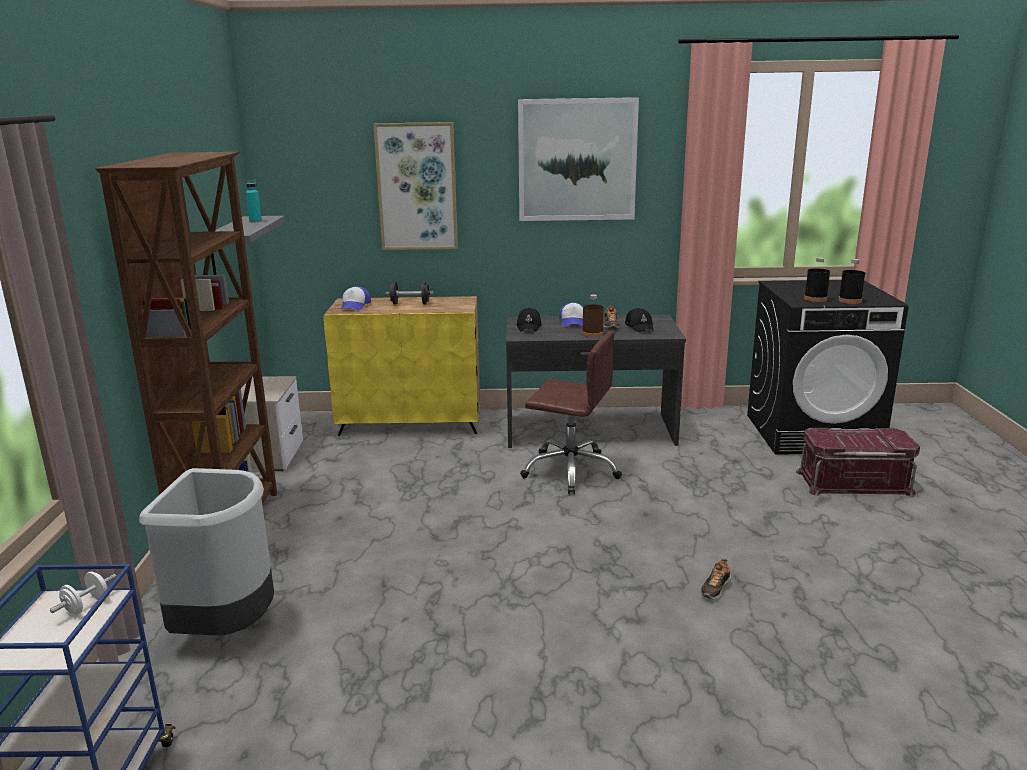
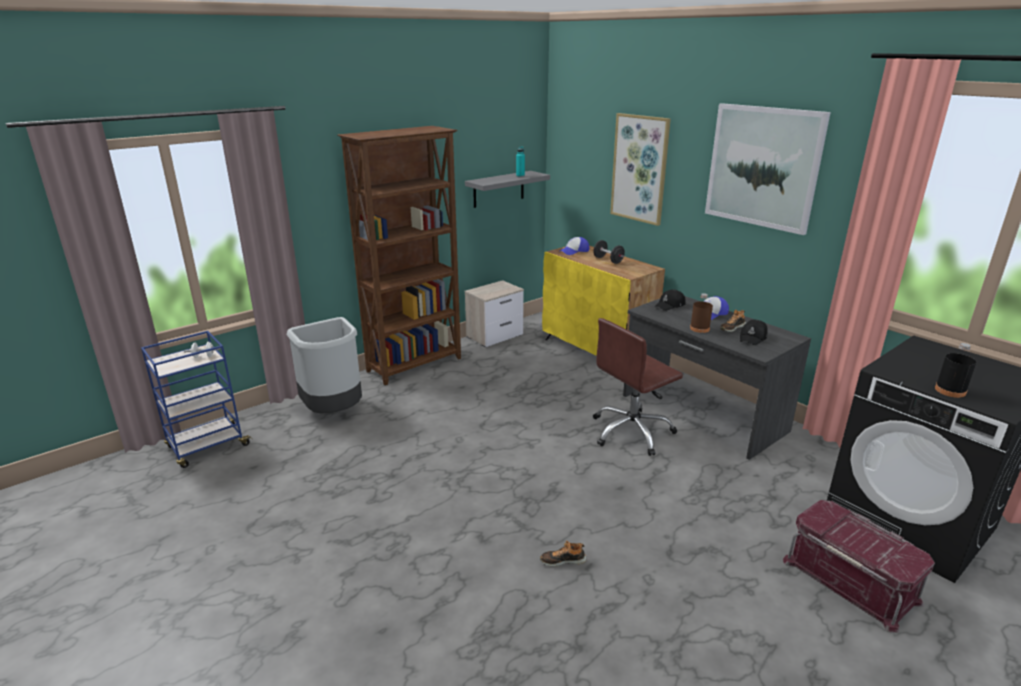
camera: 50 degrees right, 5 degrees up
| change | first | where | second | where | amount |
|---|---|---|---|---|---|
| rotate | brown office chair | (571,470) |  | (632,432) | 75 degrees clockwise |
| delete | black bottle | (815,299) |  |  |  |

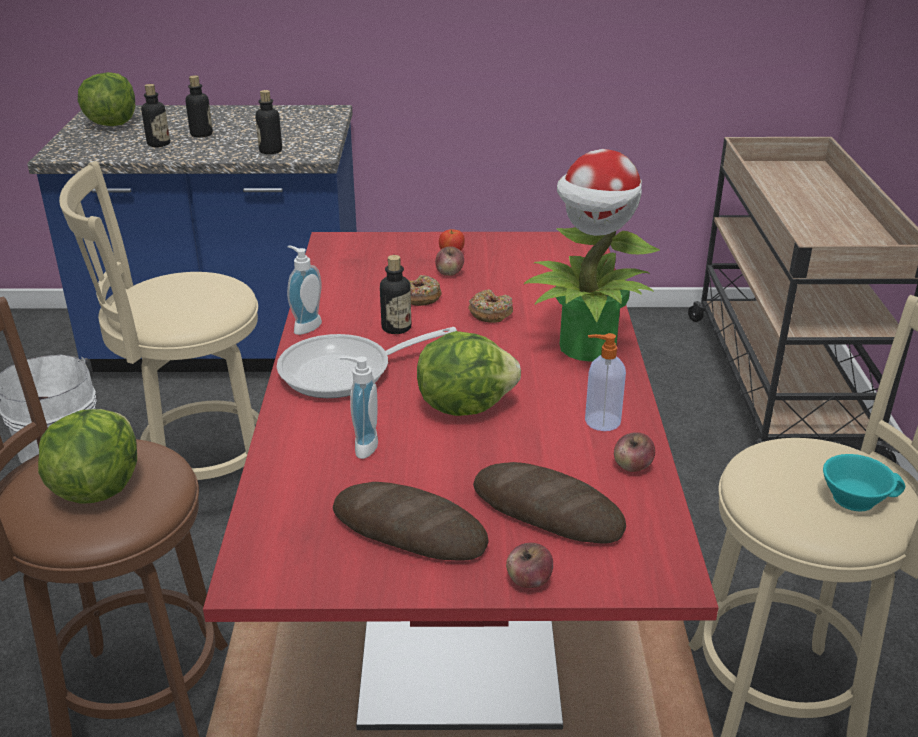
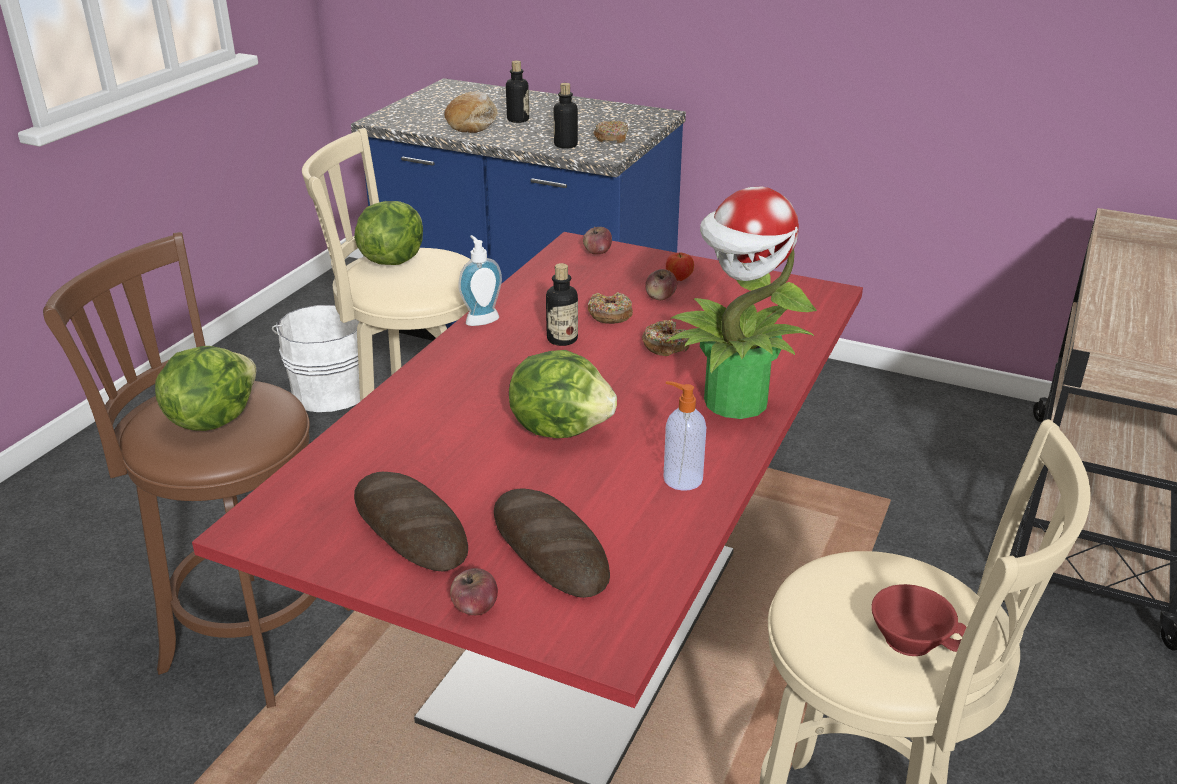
camera: 25 degrees right, 0 degrees up
| change | first | where | second | where | amount |
|---|---|---|---|---|---|
| move | lettuce | (111,124) |  | (392,259) |  |
| replace | bottle | (158,144) | bread | (472,123) |  |
| move | apple | (632,466) |  | (597,252) |  |
| insert |  |  | donut | (611,138) |  |
| recolor | turquoise cup | (855,496) | red cup | (912,637) |  |
| delete | frying pan | (346,372) |  |  |  |
| delete | soap dispenser | (361,446) |  |  |  |

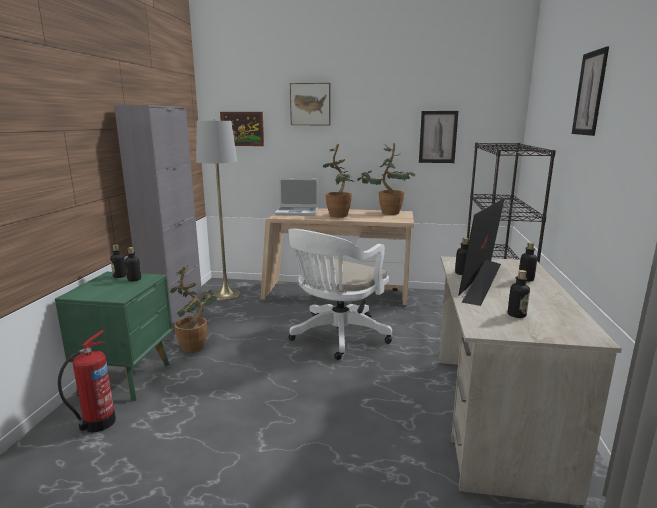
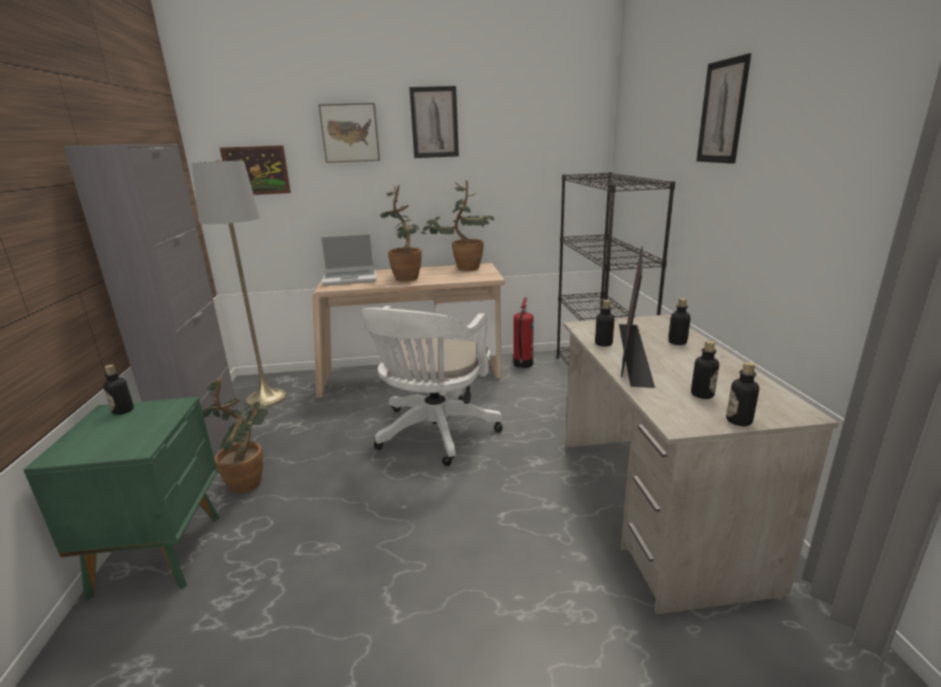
camera: 15 degrees left, 5 degrees up
| change | first | where | second | where | amount |
|---|---|---|---|---|---|
| move | picture | (438,137) |  | (434,122) |  |
| move | fire extinguisher | (97,424) |  | (522,364) |  |
| move | bottle | (134,279) |  | (739,421) |  |

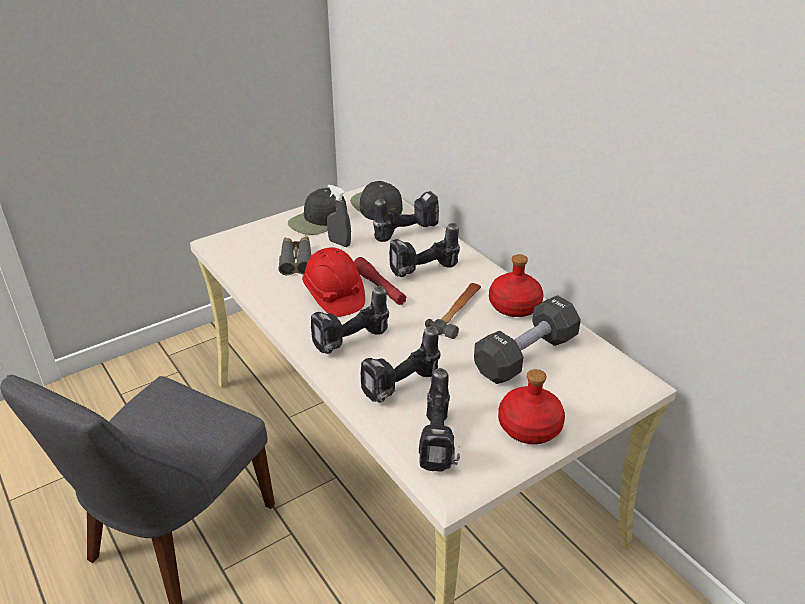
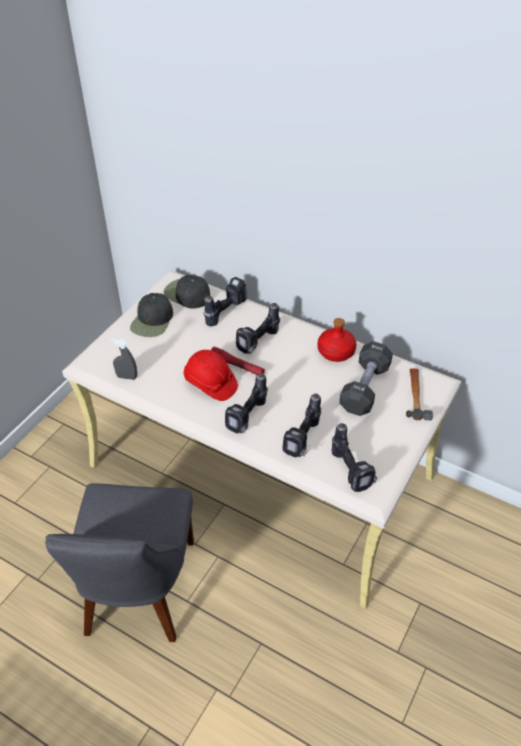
camera: 25 degrees left, 10 degrees up
| change | first | where | second | where | amount |
|---|---|---|---|---|---|
| move | grey spray bottle | (339,243) |  | (127,377) |  |
| move | hammer | (458,312) |  | (416,396) |  |
| delete | grey binoculars | (296,260) |  |  |  |
| delete | red bottle | (529,427) |  |  |  |

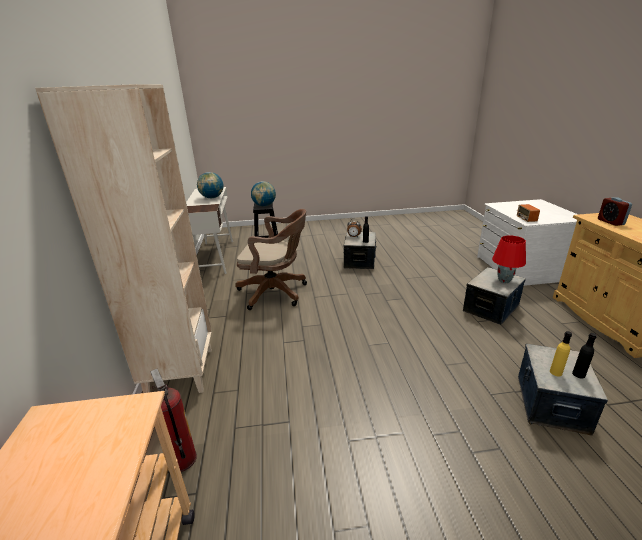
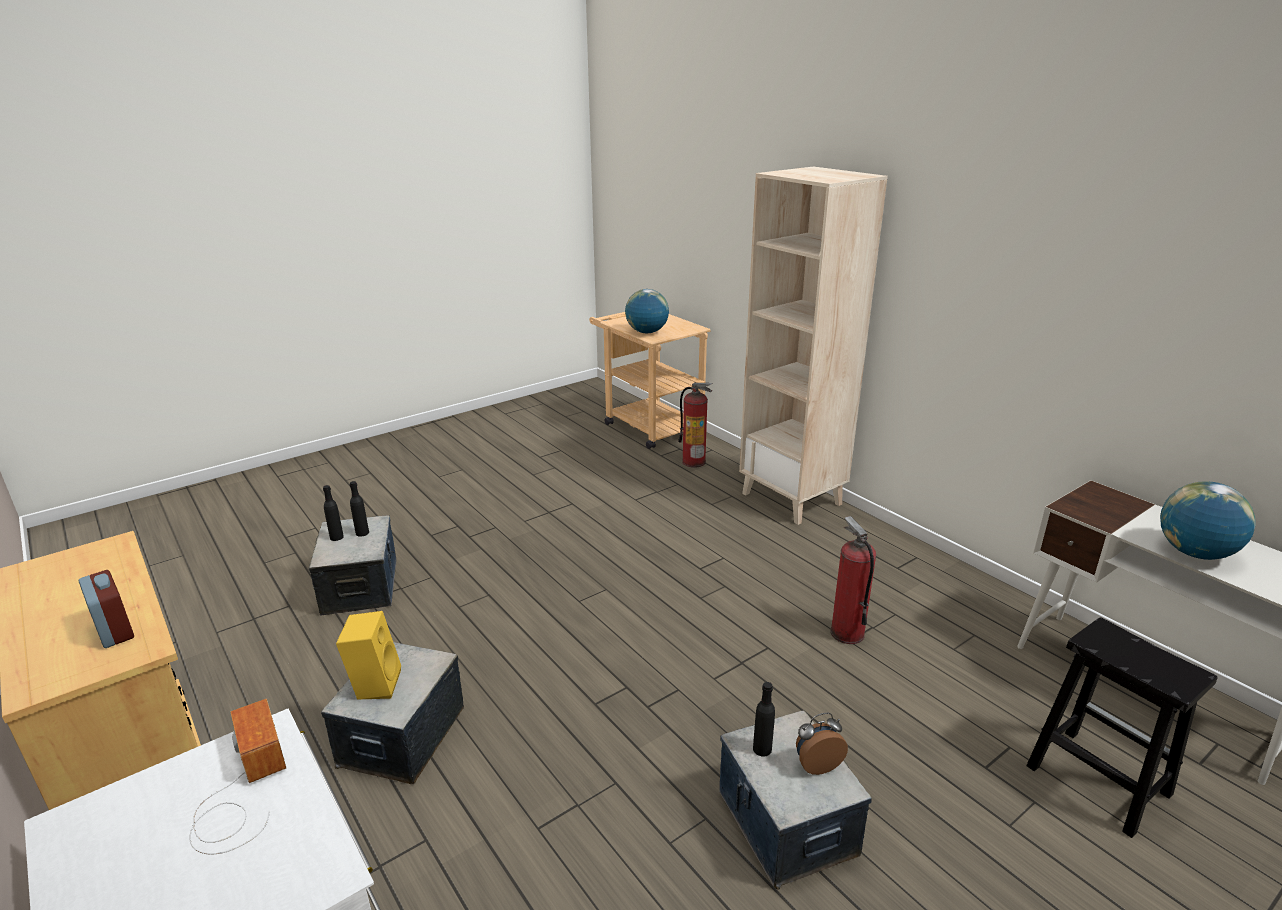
camera: 150 degrees right, 0 degrees up
| change | first | where | second | where | amount |
|---|---|---|---|---|---|
| replace | red table lamp | (504,281) | yellow speaker | (374,684) |  |
| recolor | yellow bottle | (555,372) | black bottle | (362,533) |  |
| move | globe | (264,205) |  | (647,332) |  |
| replace | brown office chair | (276,293) | fire extinguisher | (846,633) |  |

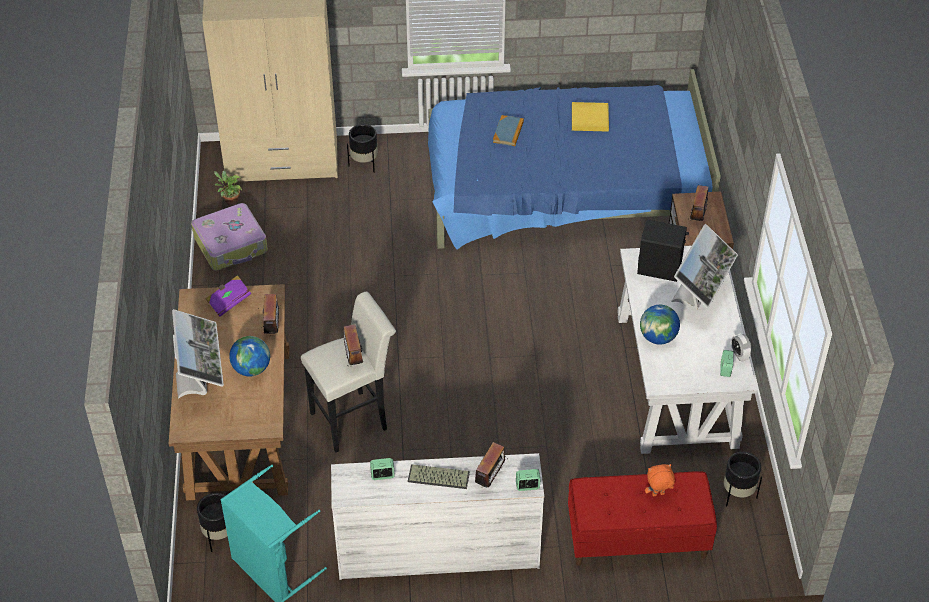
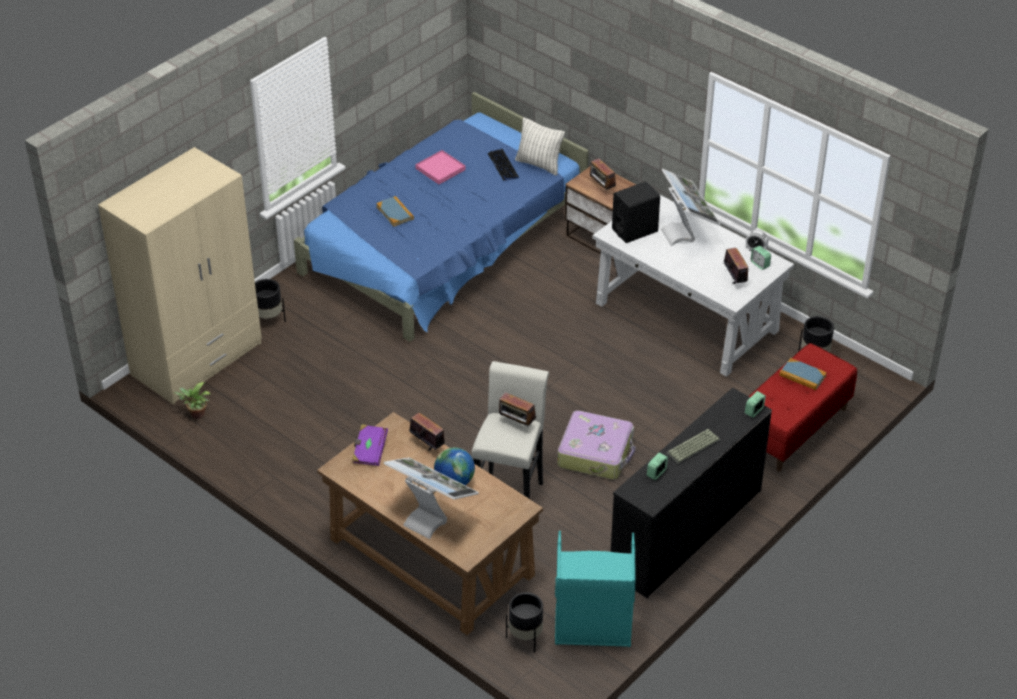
camera: 45 degrees left, 5 degrees down
| change | first | where | second | where | amount |
|---|---|---|---|---|---|
| recolor | yellow tray | (590,119) | pink tray | (440,169) |  |
| insert |  |  | keyboard | (503,165) |  |
| insert |  |  | pillow | (539,164) |  |
| move | suitcase | (231,245) |  | (596,453) |  |
| recolor | white dresser | (437,552) | black dresser | (685,531) |  |
| move | radio | (490,477) |  | (735,279) |  |
| replace | orange plush toy | (658,495) | book | (802,376) |  |
| delete | globe | (658,337) |  |  |  |

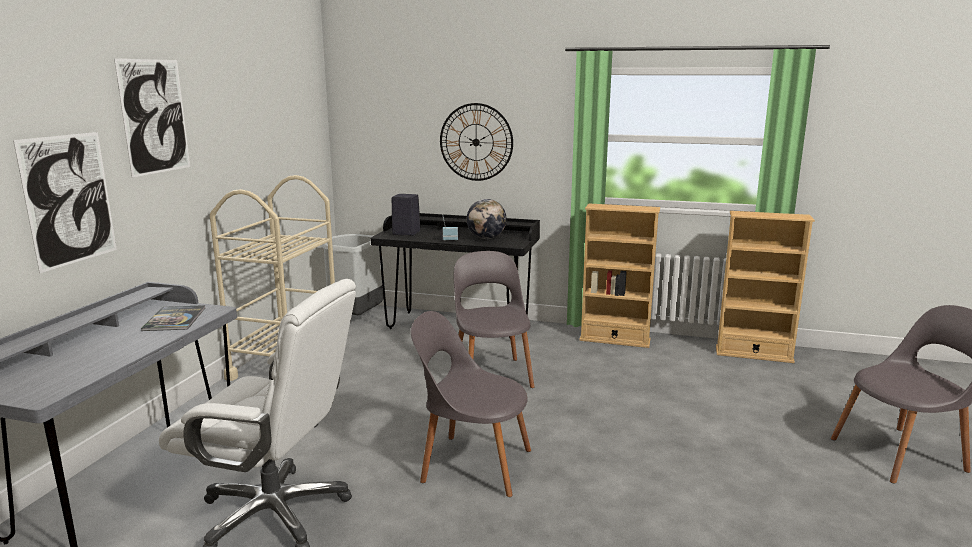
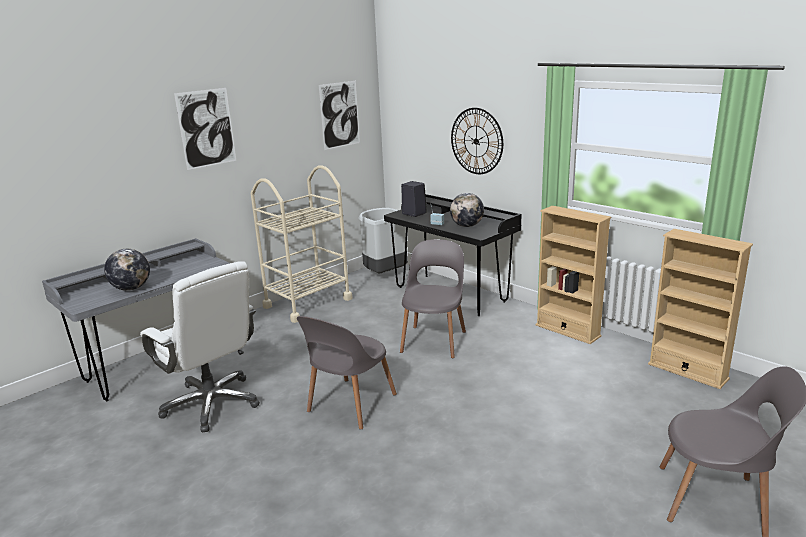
camera: 30 degrees right, 5 degrees up
| change | first | where | second | where | amount |
|---|---|---|---|---|---|
| insert |  |  | globe | (131,288) |  |
| rotate | grey chair | (472,464) |  | (350,405) | 105 degrees counterclockwise |
| move | picture | (69,199) |  | (340,115) |  |
| delete | book | (175,319) |  |  |  |

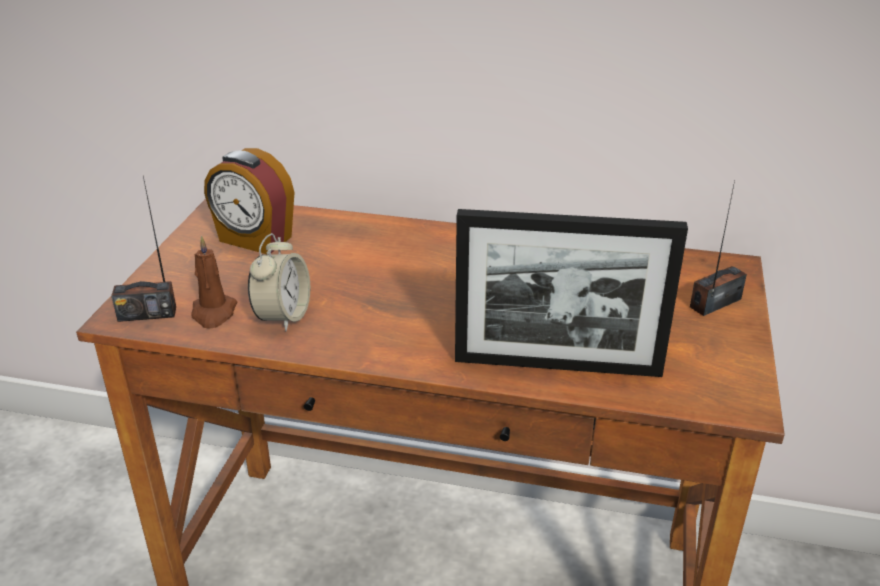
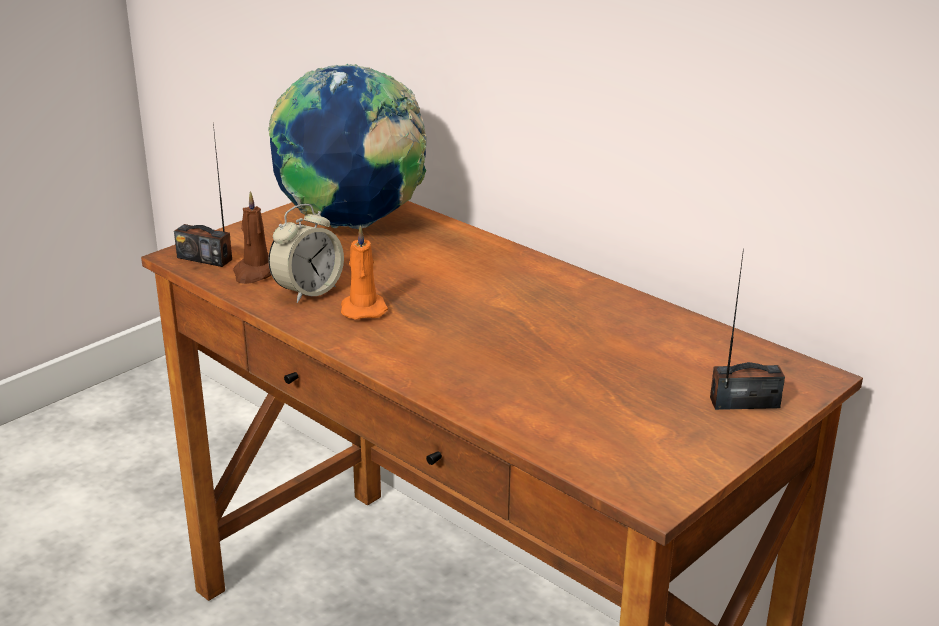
camera: 30 degrees right, 5 degrees down
| change | first | where | second | where | amount |
|---|---|---|---|---|---|
| replace | alarm clock | (254,240) | globe | (352,225) |  |
| insert |  |  | orange candle | (363,308) |  |
| delete | picture frame | (557,365) |  |  |  |

